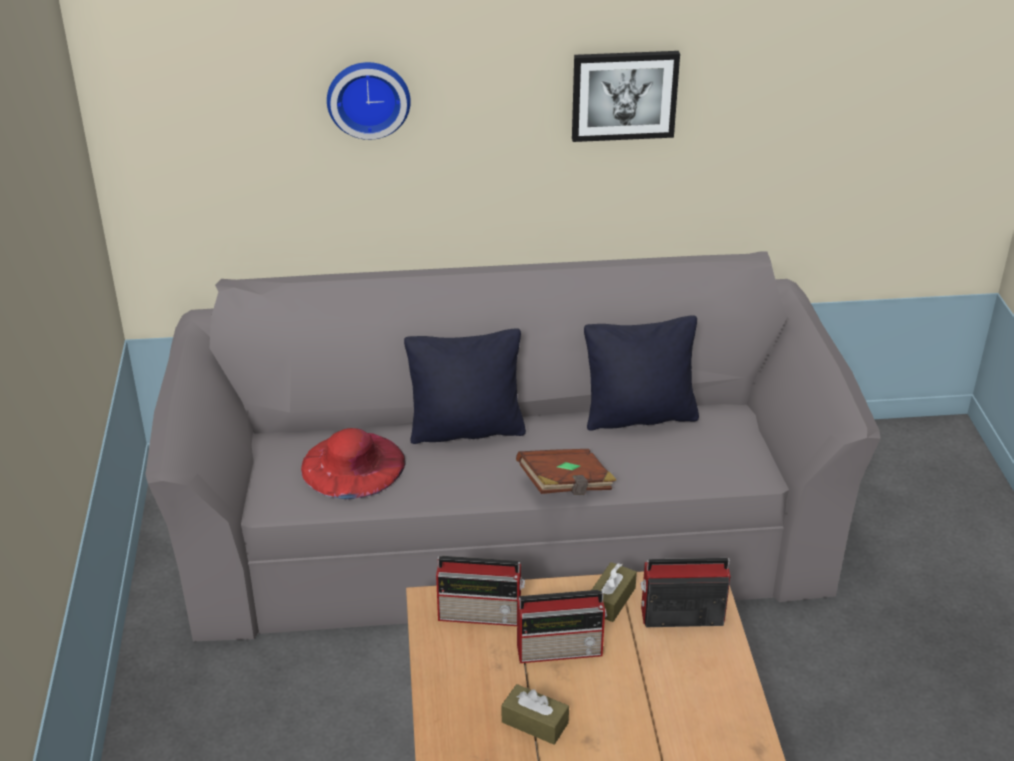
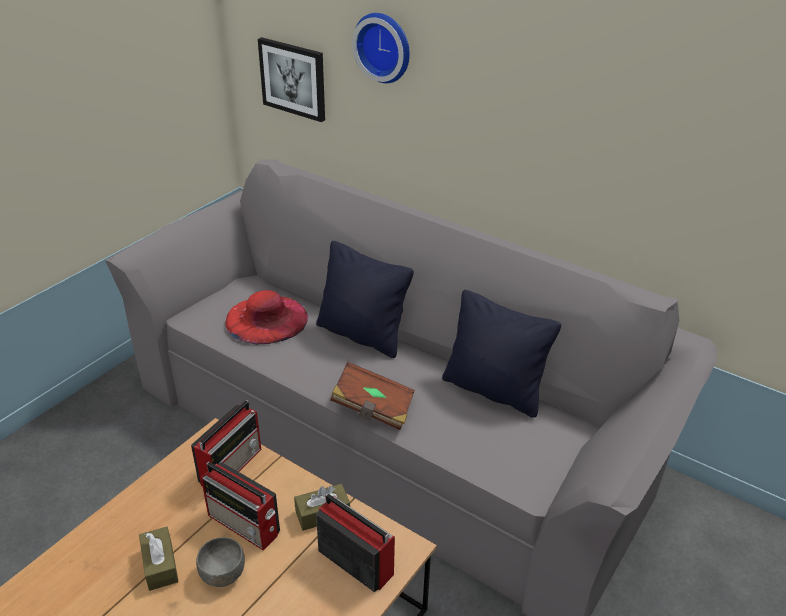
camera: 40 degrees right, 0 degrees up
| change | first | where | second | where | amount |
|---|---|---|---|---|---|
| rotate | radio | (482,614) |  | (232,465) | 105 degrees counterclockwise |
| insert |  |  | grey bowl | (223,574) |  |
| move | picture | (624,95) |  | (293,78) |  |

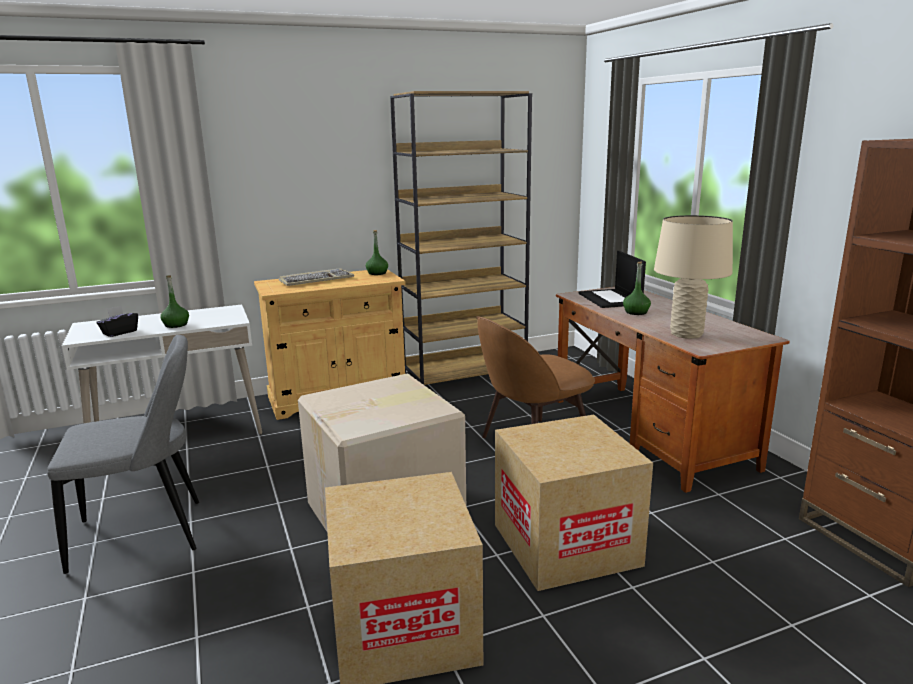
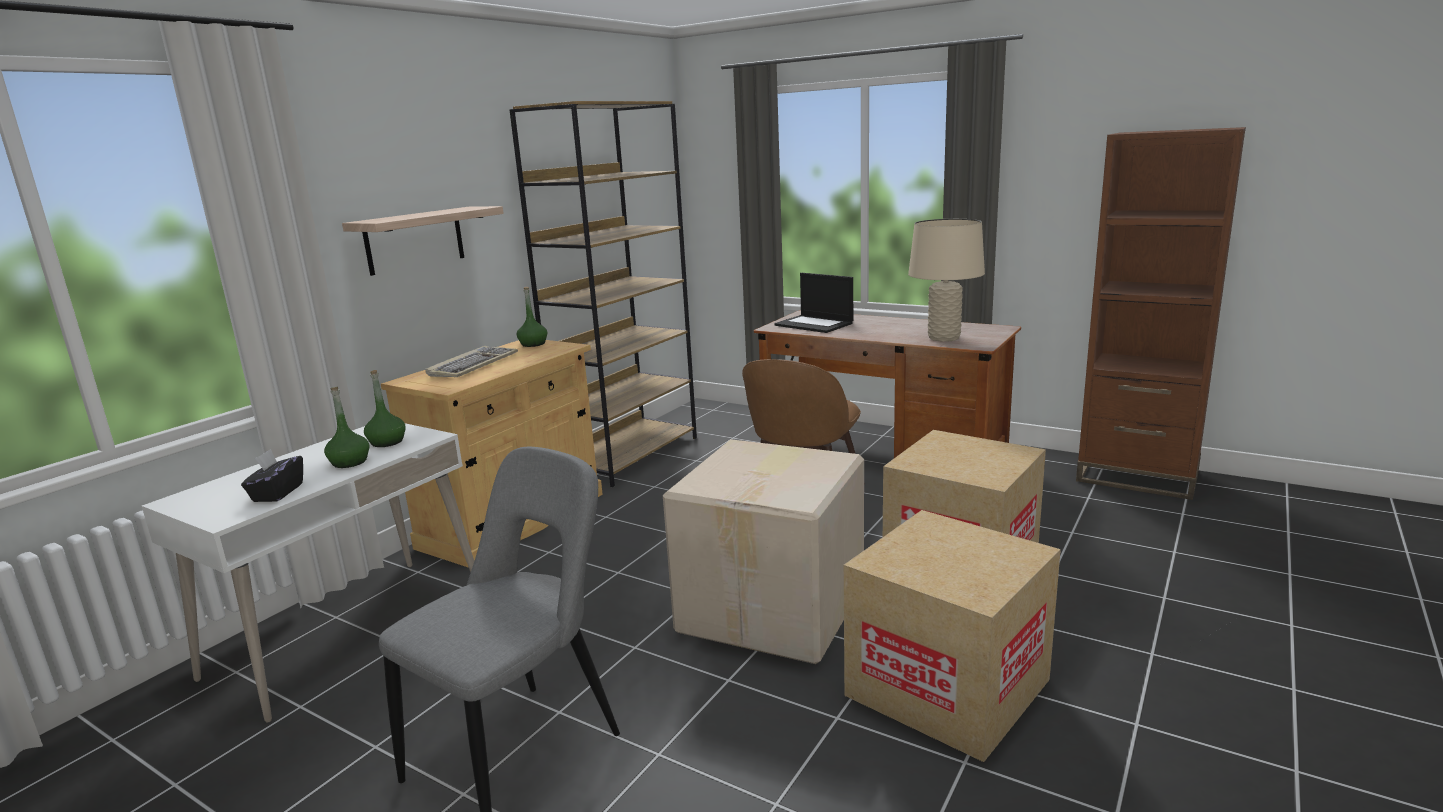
camera: 35 degrees left, 0 degrees up
| change | first | where | second | where | amount |
|---|---|---|---|---|---|
| insert |  |  | shelf | (415,240) |  |
| move | green bottle | (636,312) |  | (387,442) |  |

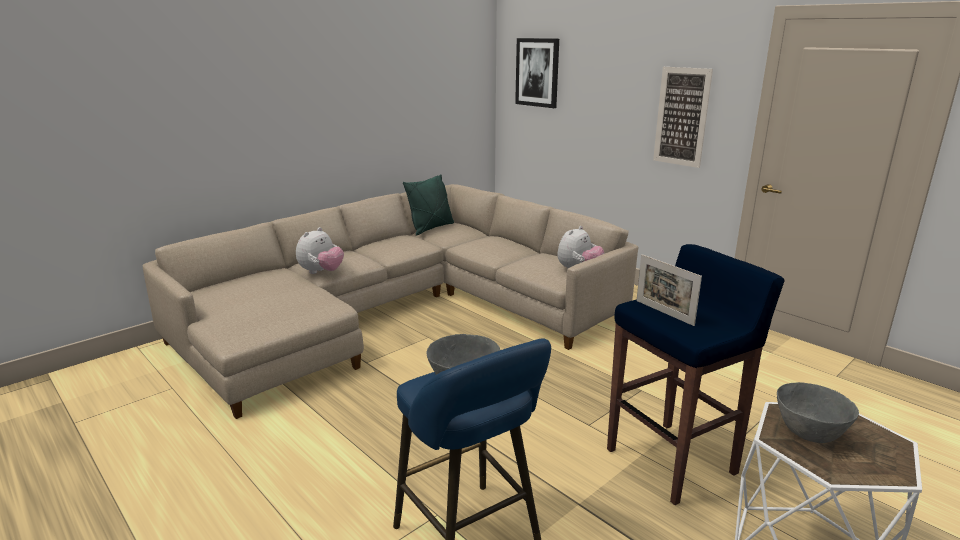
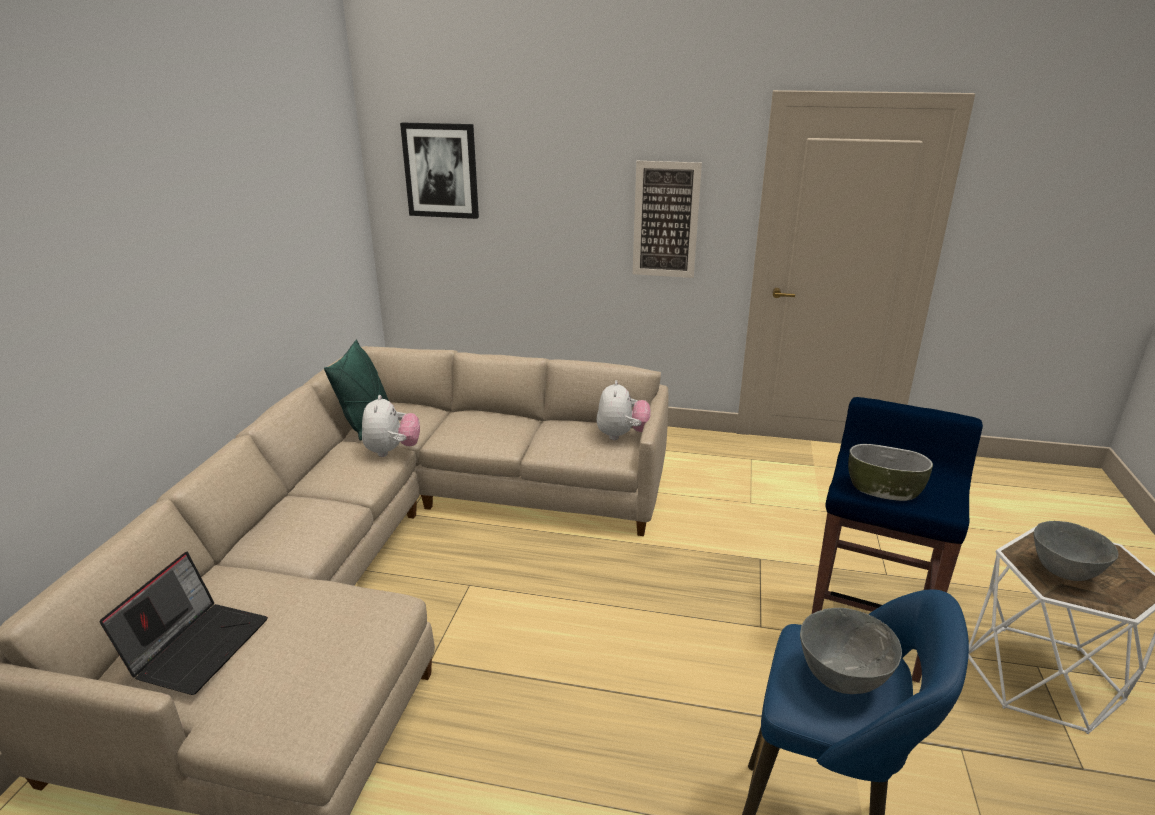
camera: 35 degrees left, 5 degrees up
| change | first | where | second | where | amount |
|---|---|---|---|---|---|
| insert |  |  | laptop | (197,645) |  |
| move | plush toy | (321,272) |  | (392,451) |  |
| replace | picture frame | (664,312) | bowl | (884,488) |  |

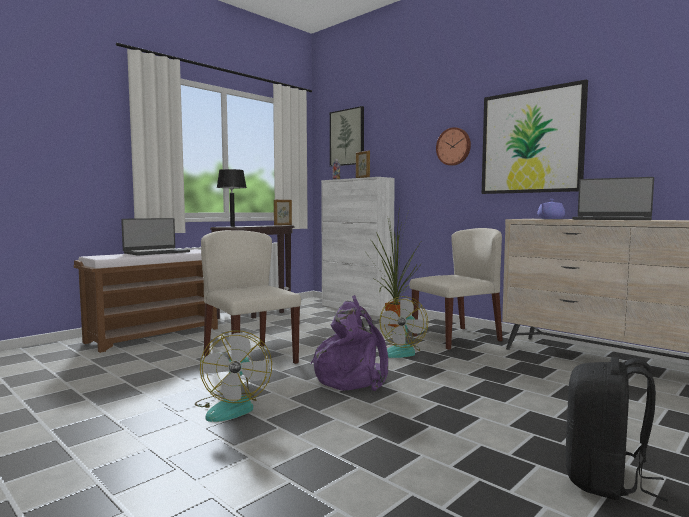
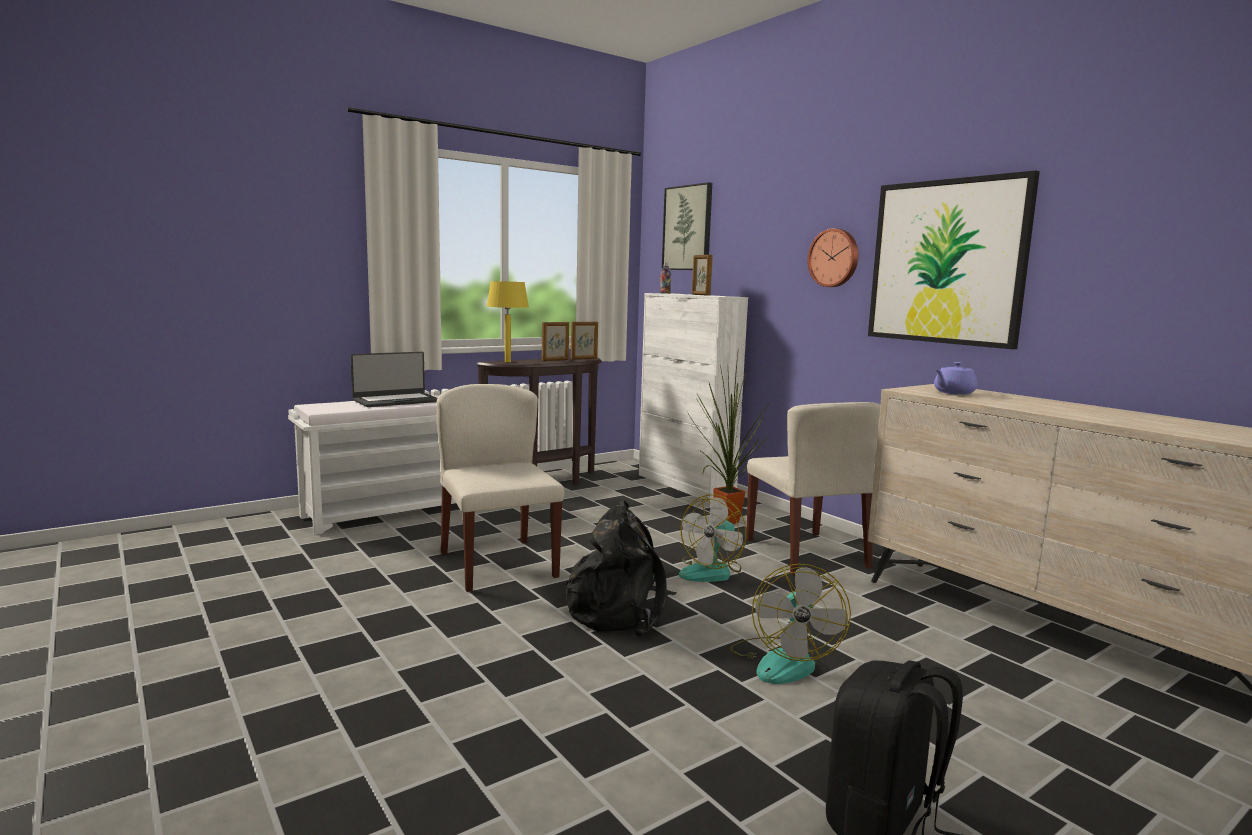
camera: 10 degrees right, 5 degrees up
| change | first | where | second | where | amount |
|---|---|---|---|---|---|
| recolor | brown bench | (155,335) | white bench | (392,511) |  |
| recolor | black table lamp | (232,226) | yellow table lamp | (508,361) |  |
| insert |  |  | picture frame | (555,360) |  |
| recolor | purple backpack | (352,378) | black backpack | (620,610) |  |
| move | fan | (232,407) |  | (783,660) |  |
| rotate | beige chair | (456,338) |  | (807,553) | 90 degrees clockwise |
| delete | laptop | (611,219) |  |  |  |

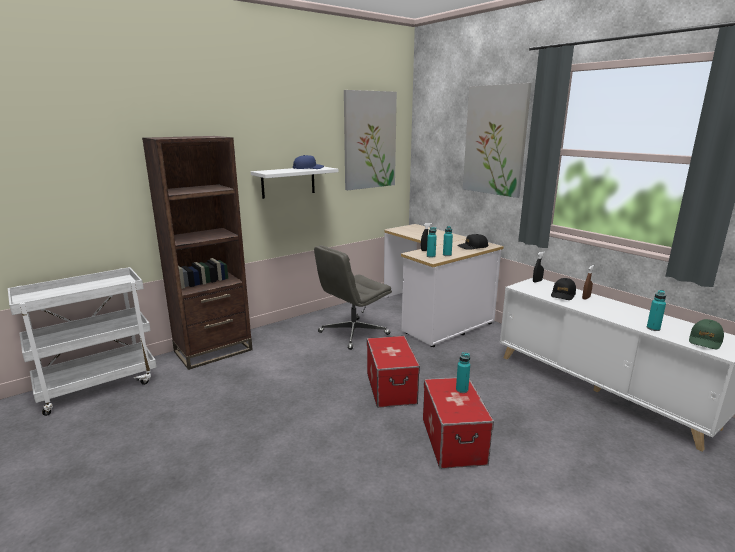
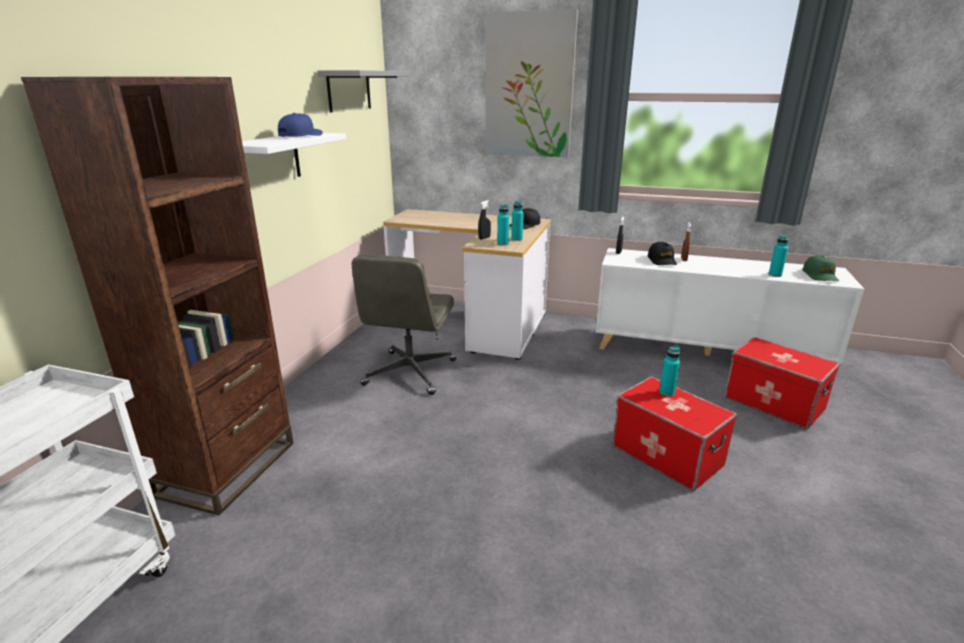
camera: 35 degrees left, 5 degrees up
| change | first | where | second | where | amount |
|---|---|---|---|---|---|
| replace | picture | (369,140) | grey shelf | (349,90) |  |
| move | storage box | (391,388) |  | (774,403) |  |

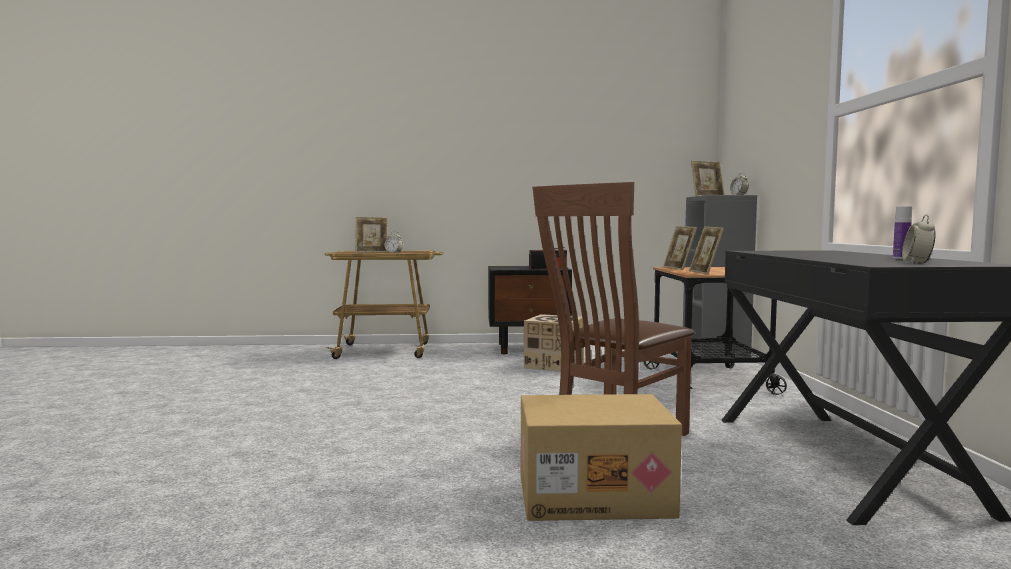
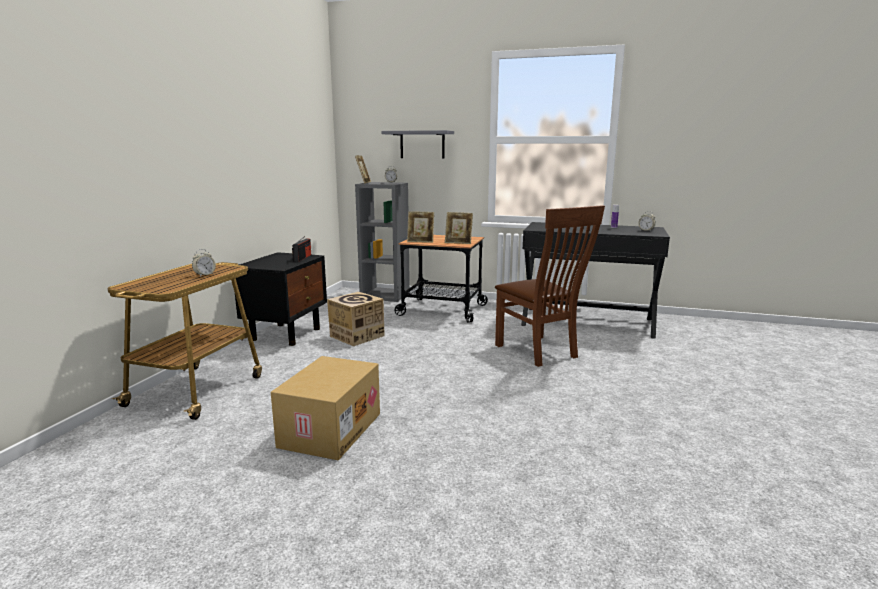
camera: 70 degrees left, 10 degrees up
| change | first | where | second | where | amount |
|---|---|---|---|---|---|
| move | cardboard box | (594,495) |  | (329,429) |  |
| insert |  |  | grey shelf | (422,144) |  |
| delete | picture frame | (372,252) |  |  |  |

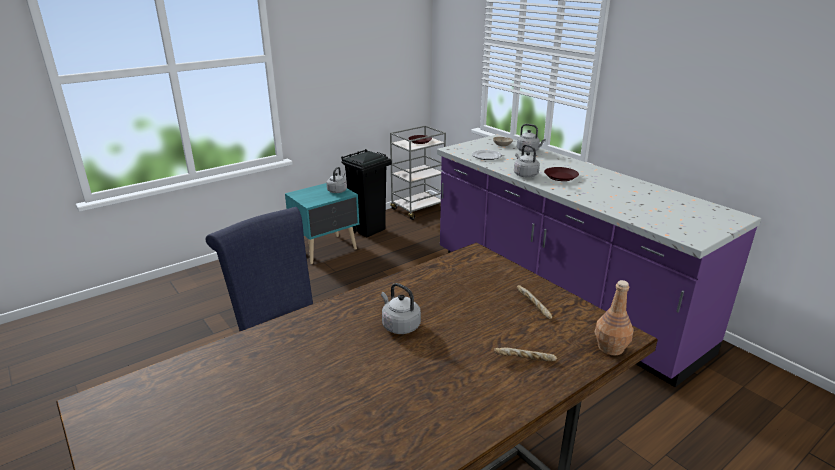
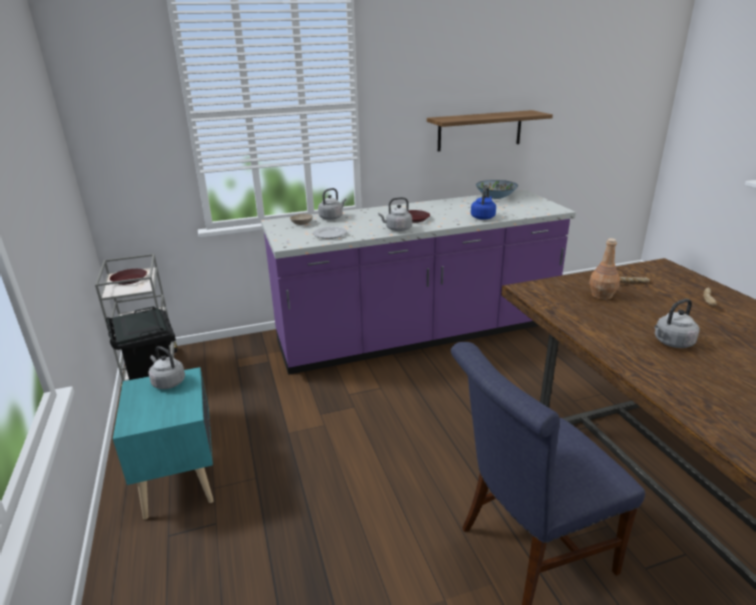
camera: 70 degrees left, 0 degrees up
| change | first | where | second | where | amount |
|---|---|---|---|---|---|
| insert |  |  | shelf | (480,130) |  |
| insert |  |  | blue kettle | (483,217) |  |
| insert |  |  | bowl | (496,197) |  |
| move | brown bottle | (611,348) |  | (602,295) |  |

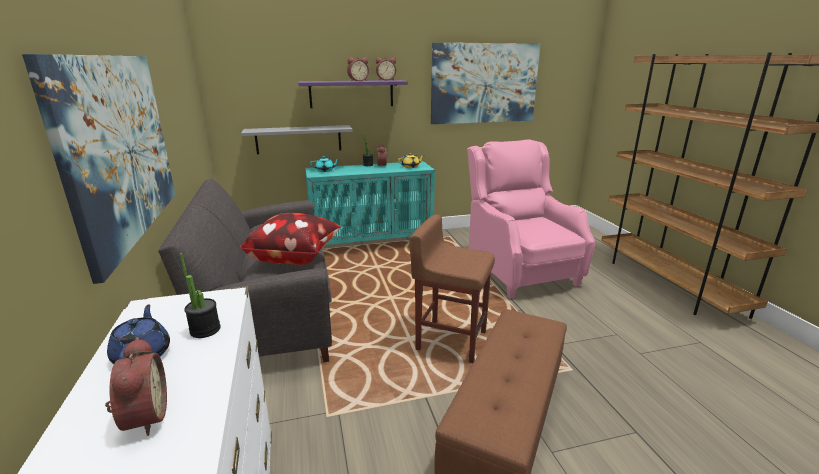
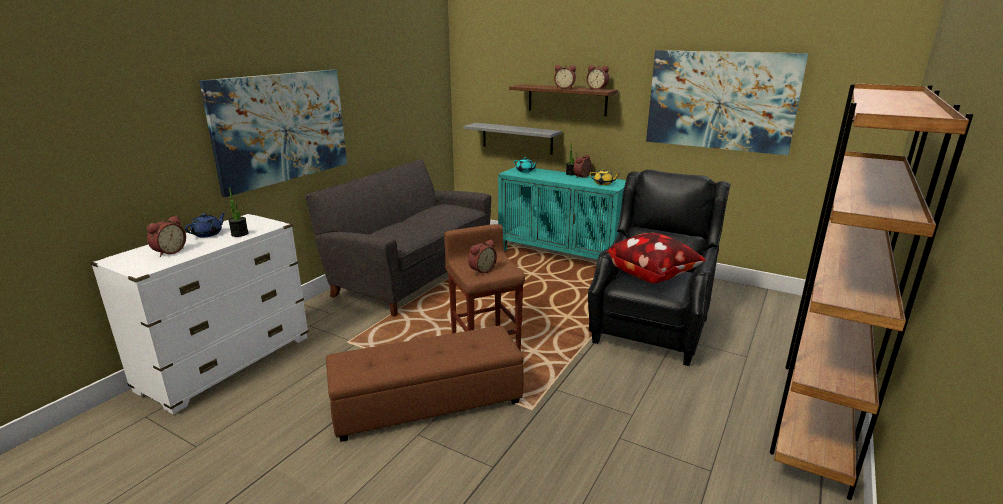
camera: 45 degrees right, 0 degrees up
| change | first | where | second | where | amount |
|---|---|---|---|---|---|
| insert |  |  | alarm clock | (481,270) |  |
| recolor | purple shelf | (351,94) | brown shelf | (567,100) |  |
| recolor | pink armchair | (519,271) | black armchair | (651,328) |  |
| move | pillow | (294,257) |  | (651,275) |  |

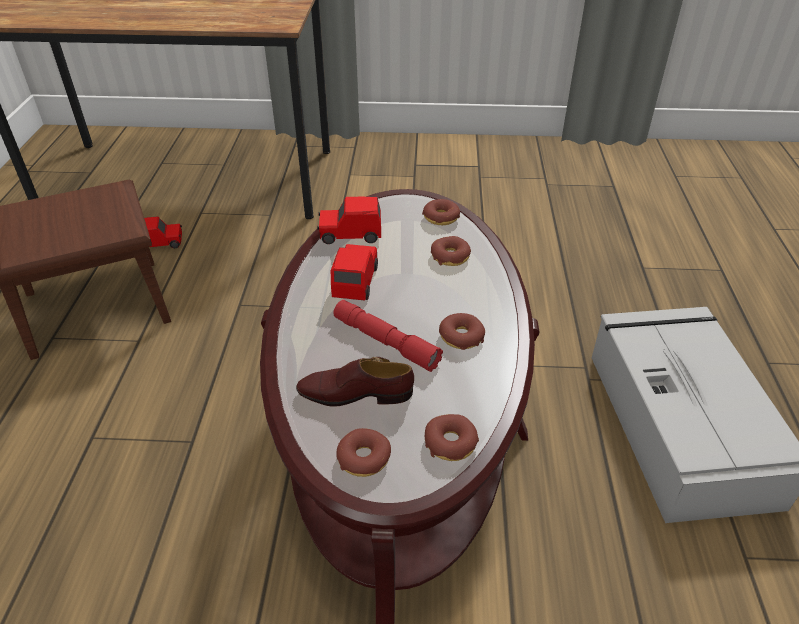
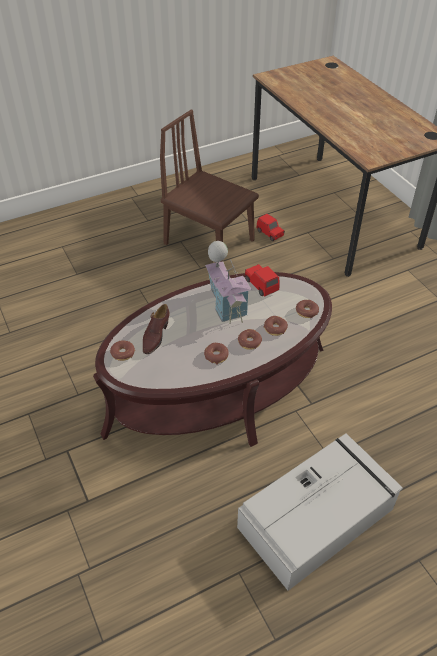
camera: 60 degrees right, 5 degrees up
| change | first | where | second | where | amount |
|---|---|---|---|---|---|
| rotate | brown shoe | (355,393) |  | (155,336) | 135 degrees counterclockwise |
| replace | red toy car | (355,282) | toy house | (226,303) |  |
| move | donut | (450,443) |  | (249,342) |  |
| delete | red flashlight | (385,342) |  |  |  |

